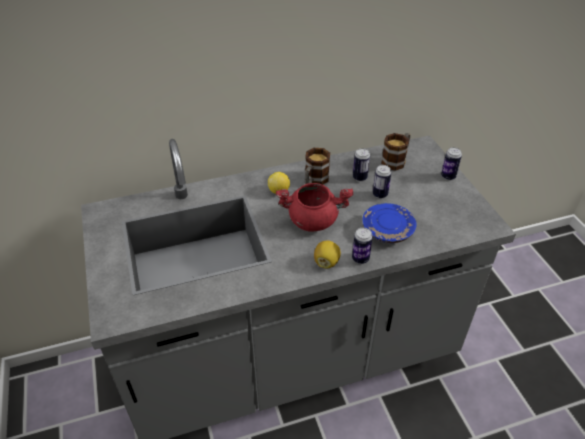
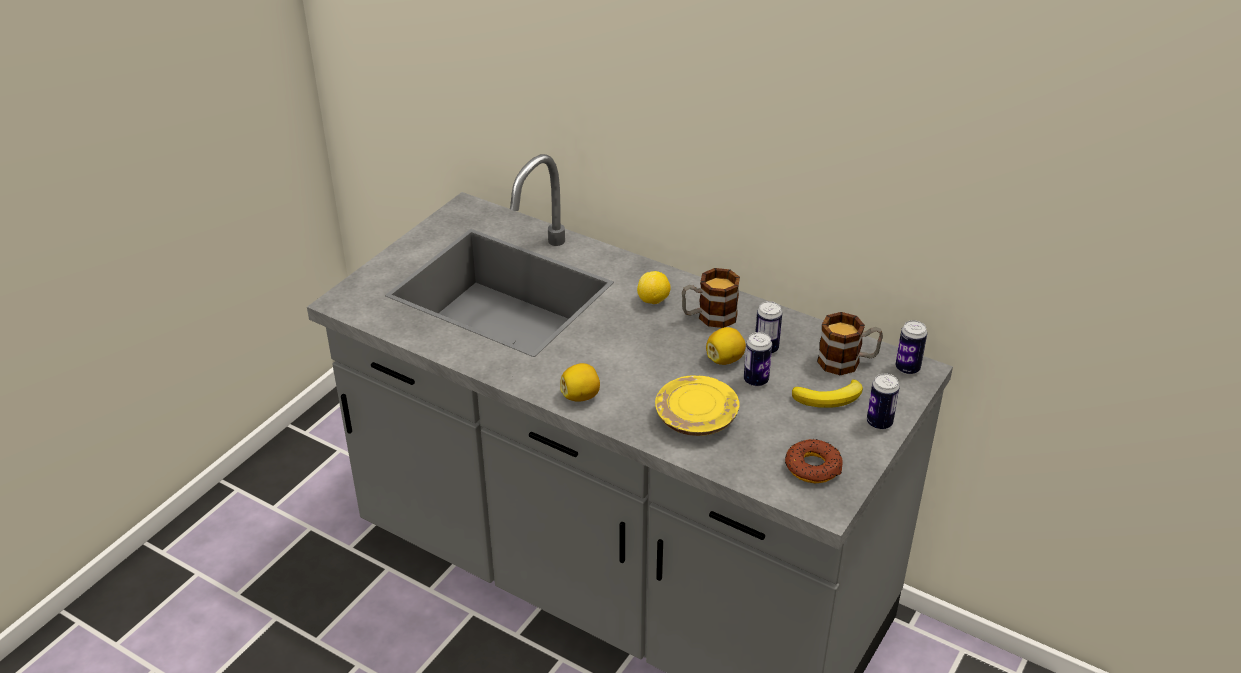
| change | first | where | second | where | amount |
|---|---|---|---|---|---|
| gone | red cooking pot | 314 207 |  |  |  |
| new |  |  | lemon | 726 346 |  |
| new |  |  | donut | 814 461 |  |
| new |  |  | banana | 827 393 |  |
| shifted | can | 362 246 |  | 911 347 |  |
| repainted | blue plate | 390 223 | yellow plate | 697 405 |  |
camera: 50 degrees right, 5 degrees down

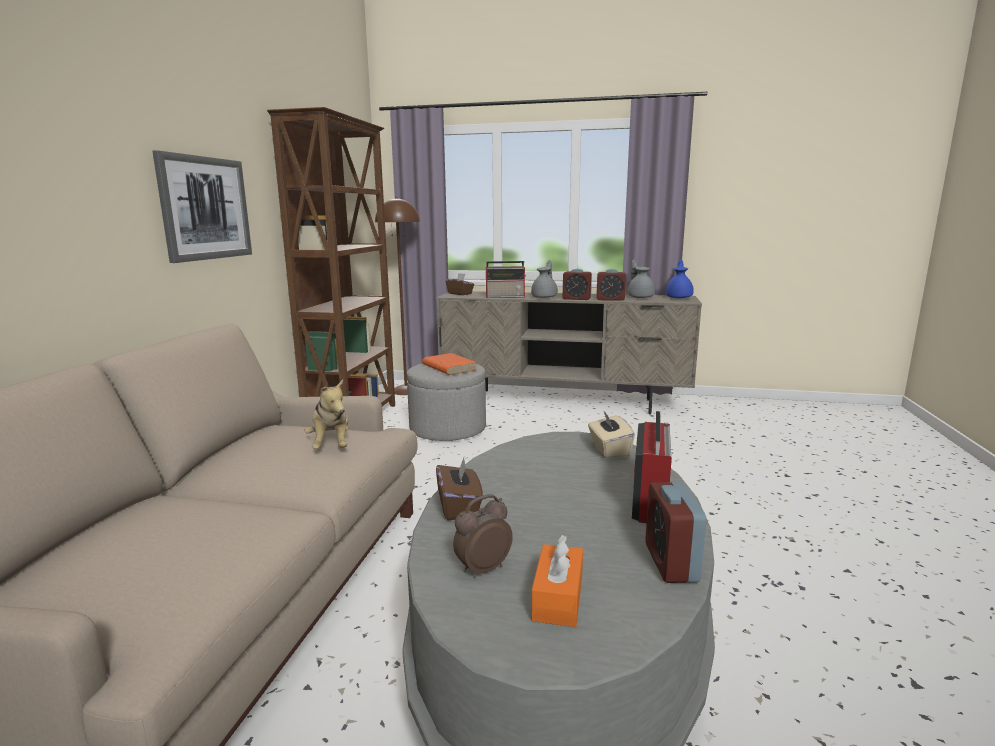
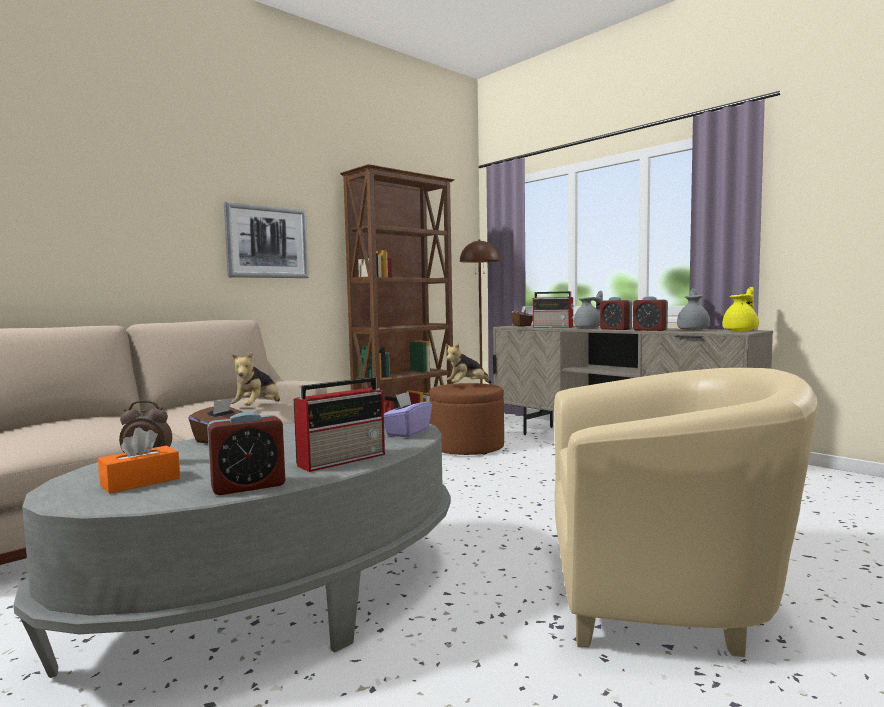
| change | first | where | second | where | amount |
|---|---|---|---|---|---|
| new |  |  | beige armchair | 686 512 |  |
| swapped | orange book | 449 364 | plush toy | 468 363 |  |
| repainted | grey ottoman | 446 402 | brown ottoman | 466 419 |  |
| repainted | beige tissue box | 611 434 | purple tissue box | 408 414 |  |
| repainted | blue teapot | 680 279 | yellow teapot | 741 309 |  |
| rotated | alarm clock | 675 532 |  | 246 453 | 150 degrees counterclockwise |
camera: 35 degrees right, 10 degrees down

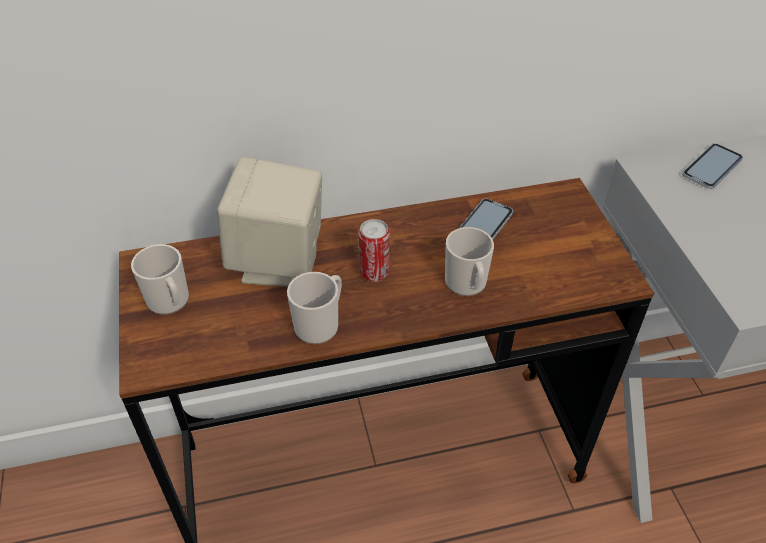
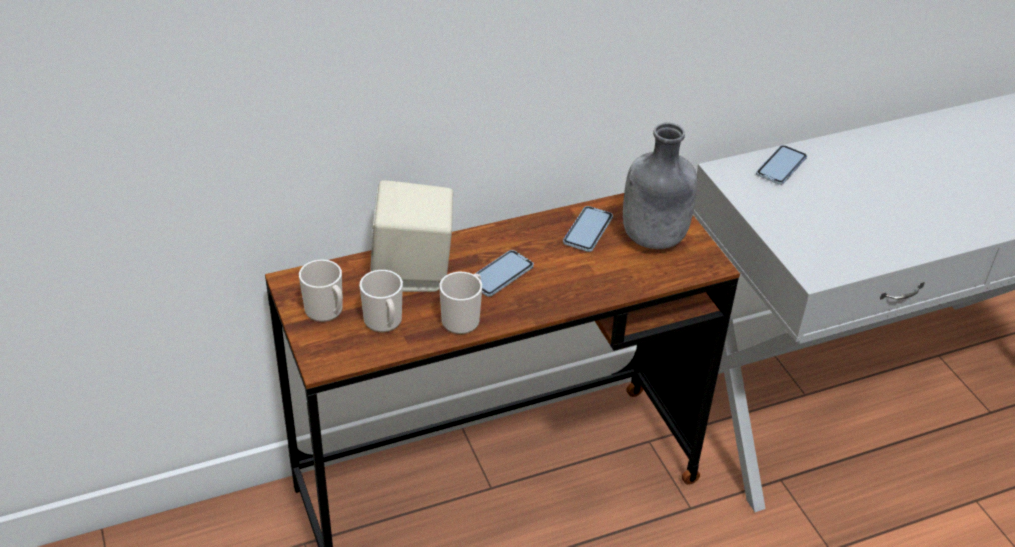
| change | first | where | second | where | amount |
|---|---|---|---|---|---|
| new |  |  | grey bottle | 660 186 |  |
| shifted | mug | 469 261 |  | 381 301 |  |
| swapped | can | 374 250 | phone | 505 273 |  |
camera: 10 degrees left, 5 degrees down

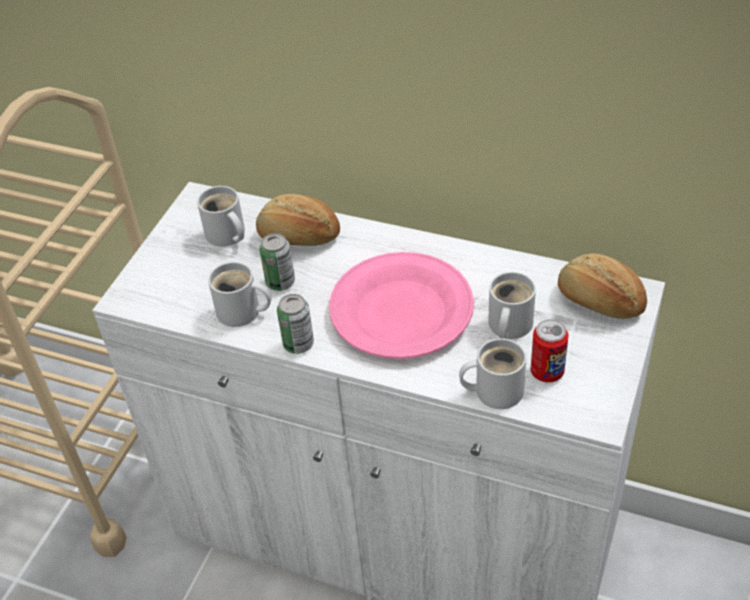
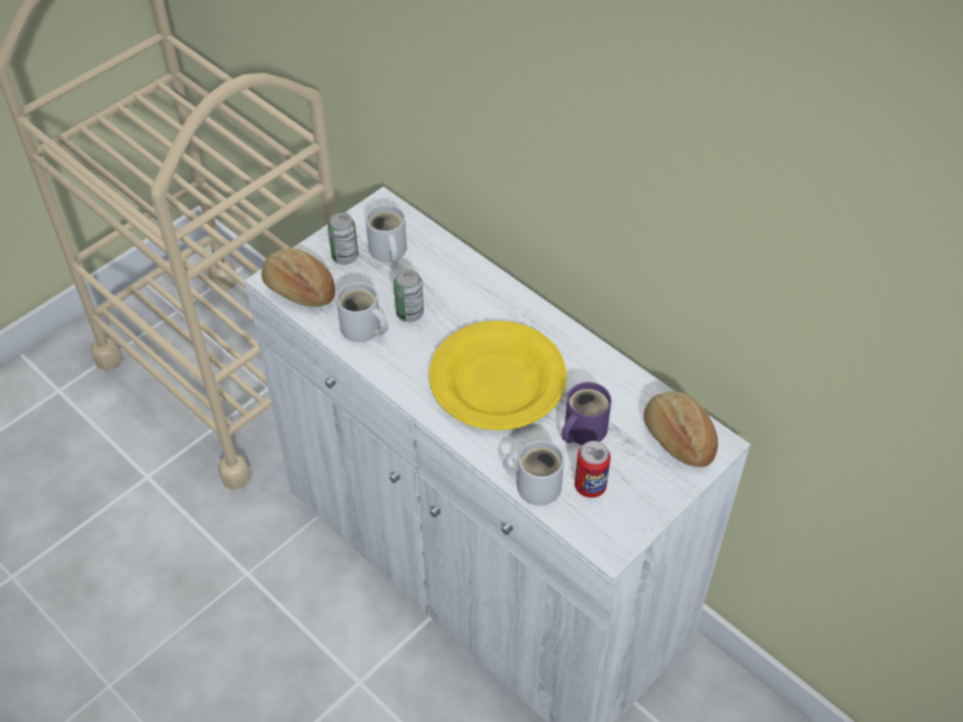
| change | first | where | second | where | amount |
|---|---|---|---|---|---|
| shifted | bread | 298 220 |  | 298 277 |  |
| shifted | can | 295 324 |  | 343 239 |  |
| repainted | pink plate | 401 305 | yellow plate | 498 375 |  |
| repainted | white mug | 512 305 | purple mug | 586 413 |  |
camera: 20 degrees right, 5 degrees up

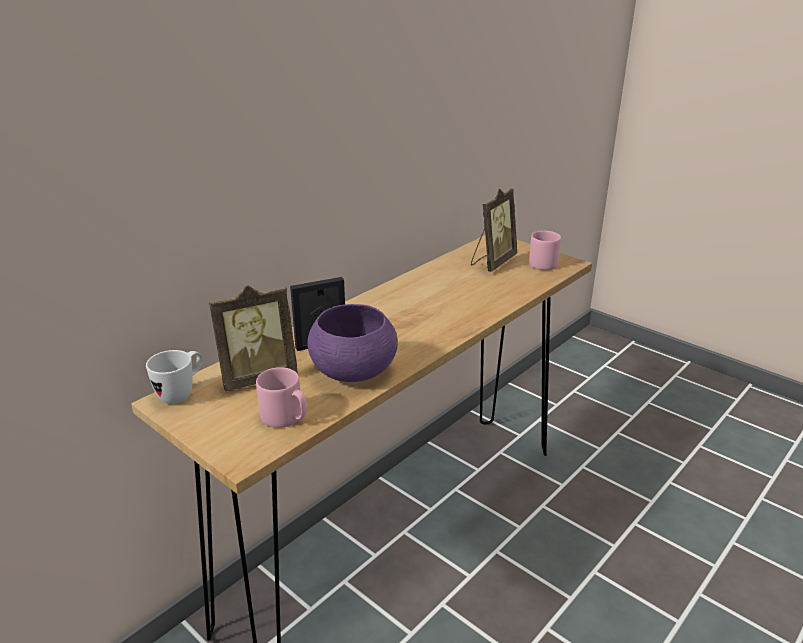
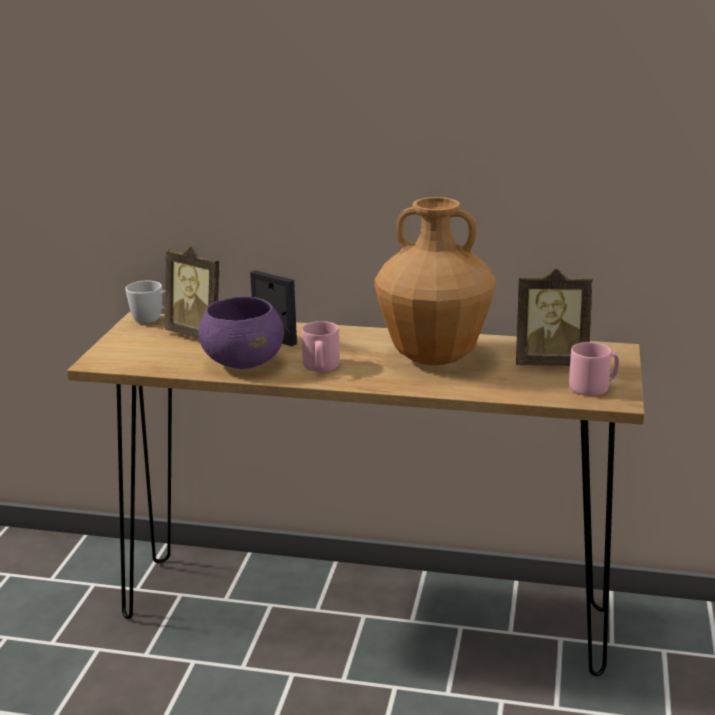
| change | first | where | second | where | amount |
|---|---|---|---|---|---|
| new |  |  | brown vase | 435 281 |  |
| shifted | pink mug | 281 397 |  | 320 346 |  |
camera: 60 degrees right, 5 degrees down

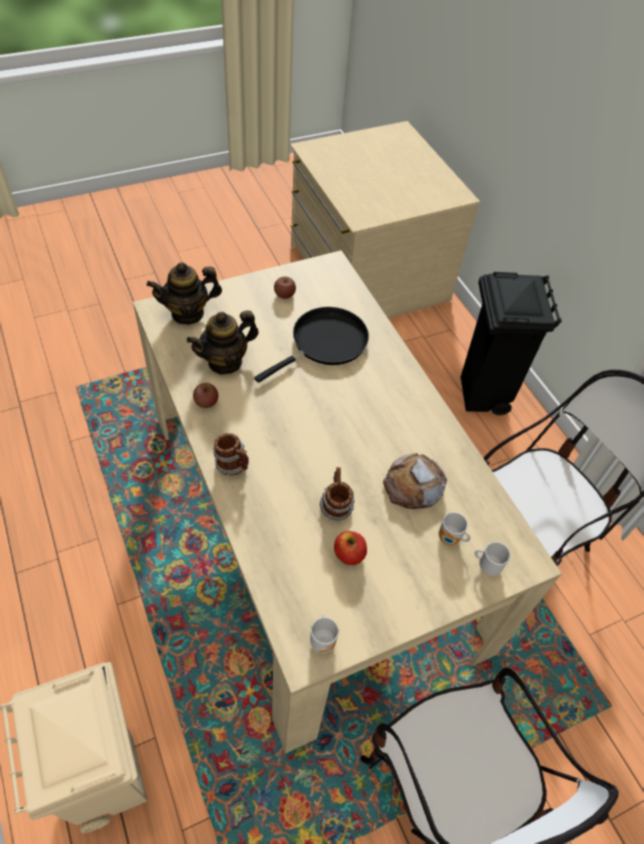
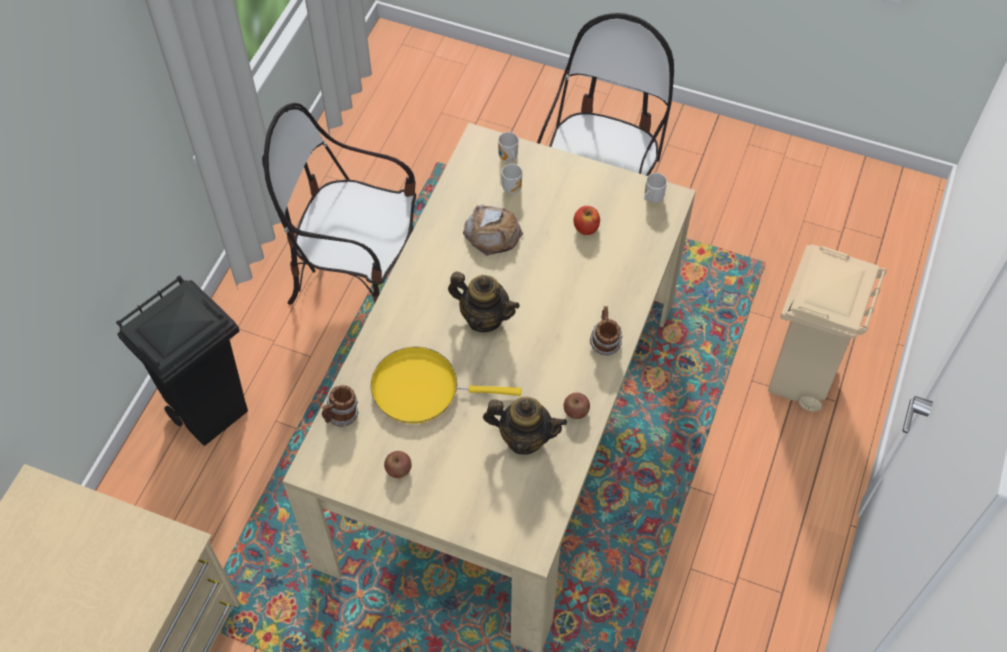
| change | first | where | second | where | amount |
|---|---|---|---|---|---|
| shifted | teapot | 184 293 |  | 484 301 |  |
| shifted | mug | 337 494 |  | 340 406 |  |
| repainted | black frying pan | 311 345 | yellow frying pan | 446 385 |  |
camera: 130 degrees left, 5 degrees up

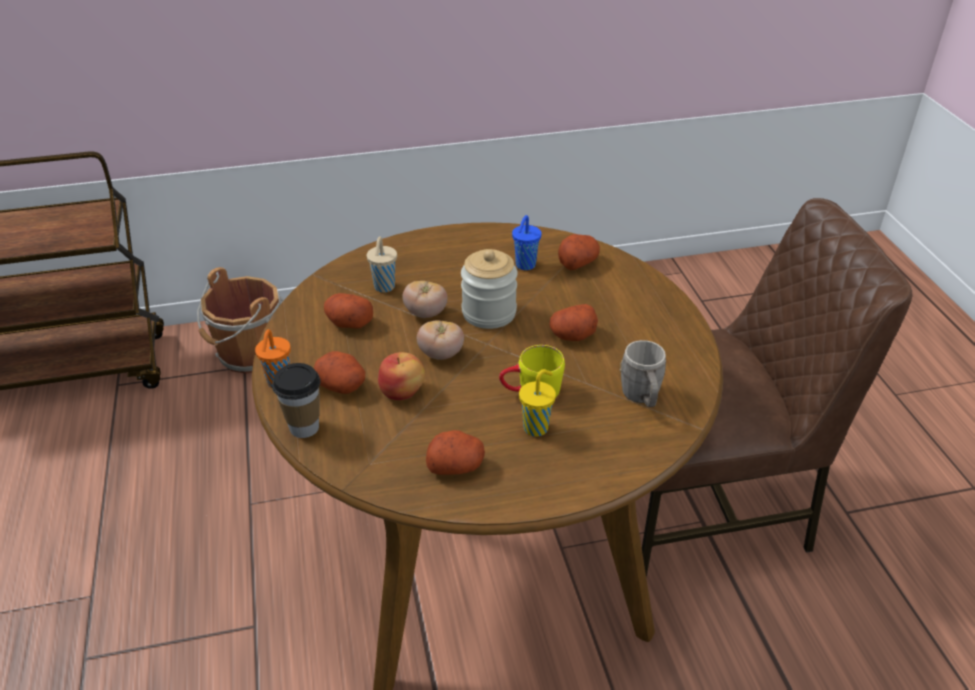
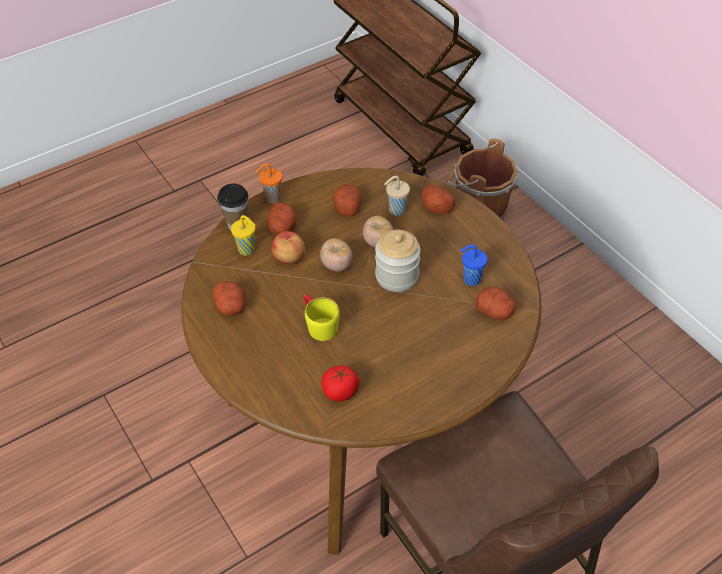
| change | first | where | second | where | amount |
|---|---|---|---|---|---|
| shifted | yellow cup | 537 403 |  | 243 235 |  |
| shifted | potato | 574 322 |  | 438 200 |  |
| swapped | grey mug | 643 373 | tomato | 340 383 |  |
camera: 70 degrees right, 10 degrees up

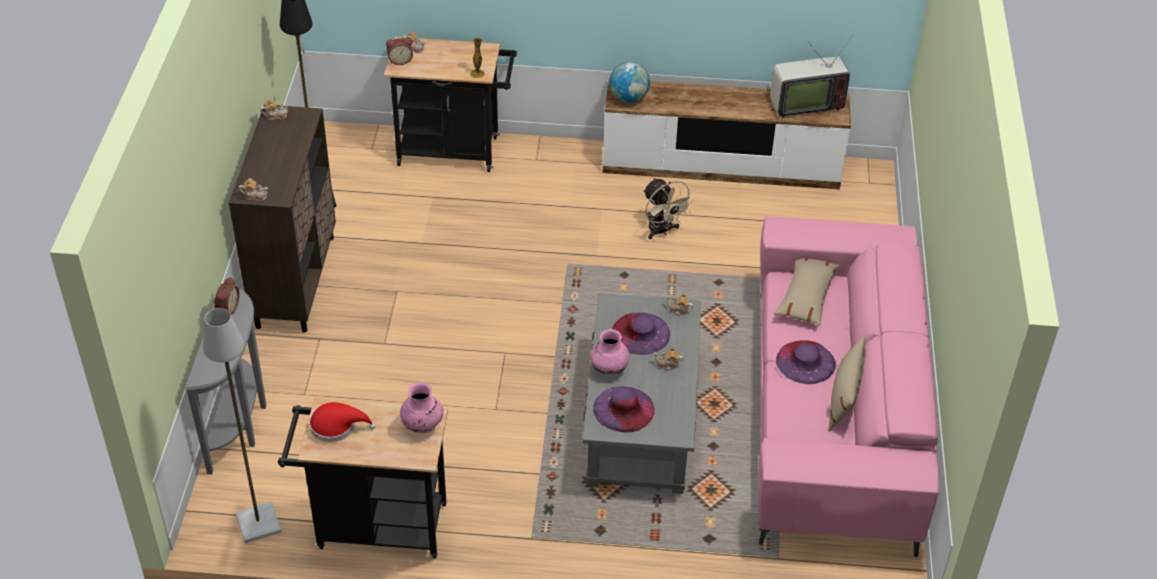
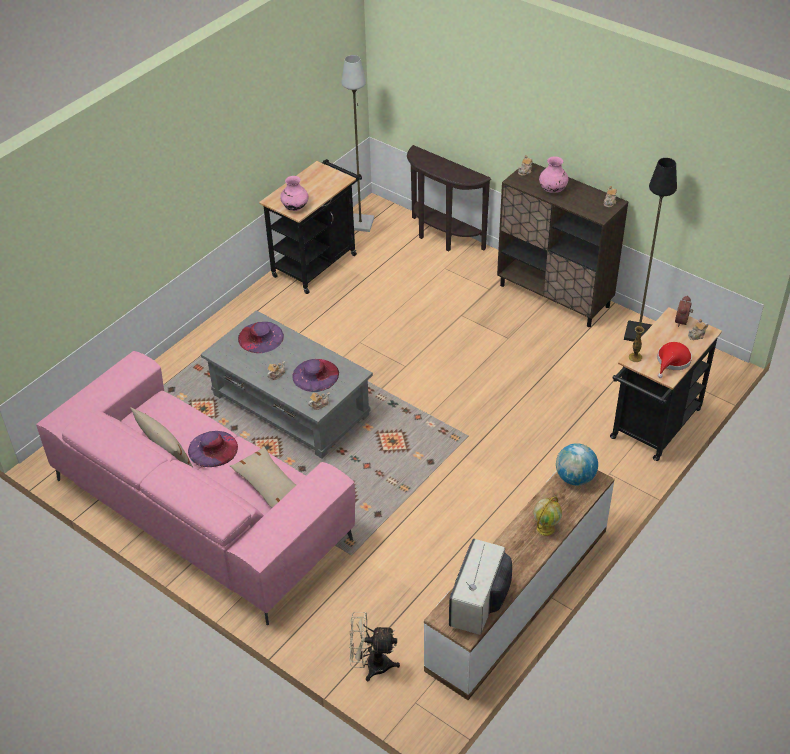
| change | first | where | second | where | amount |
|---|---|---|---|---|---|
| gone | alarm clock | 226 296 |  |  |  |
| new |  |  | globe | 548 516 |  |
| shifted | red hat | 342 422 |  | 674 360 |  |
| shifted | pink vase | 610 351 |  | 553 174 |  |
| shifted | beige fan | 669 208 |  | 374 647 |  |
| repainted | grey console table | 226 381 | brown console table | 449 198 |  |
camera: 125 degrees right, 0 degrees up

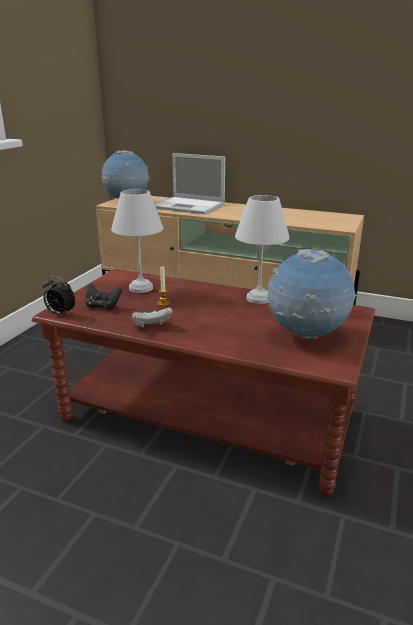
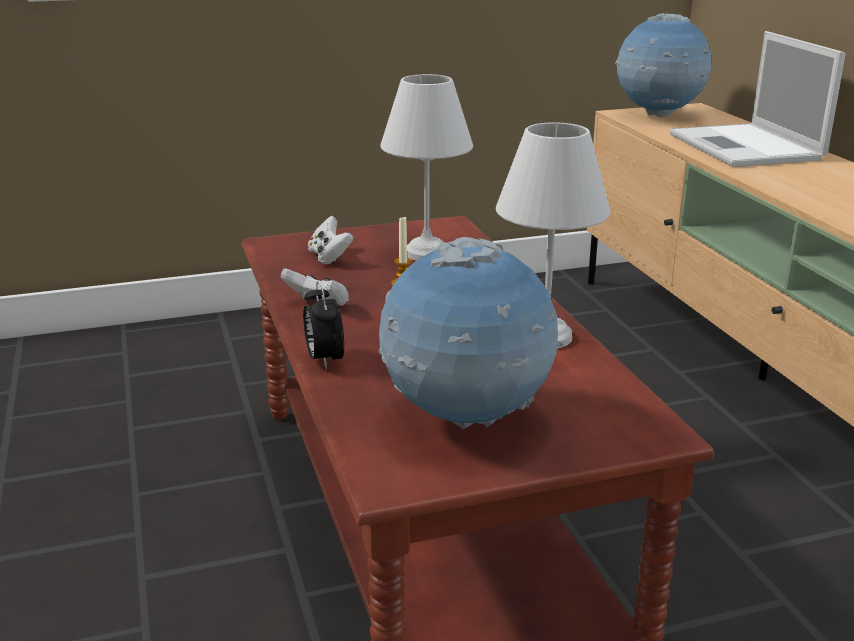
| change | first | where | second | where | amount |
|---|---|---|---|---|---|
| shifted | alarm clock | 59 296 |  | 323 325 |  |
| repainted | black game controller | 104 297 | white game controller | 331 240 |  |
camera: 50 degrees right, 0 degrees up

